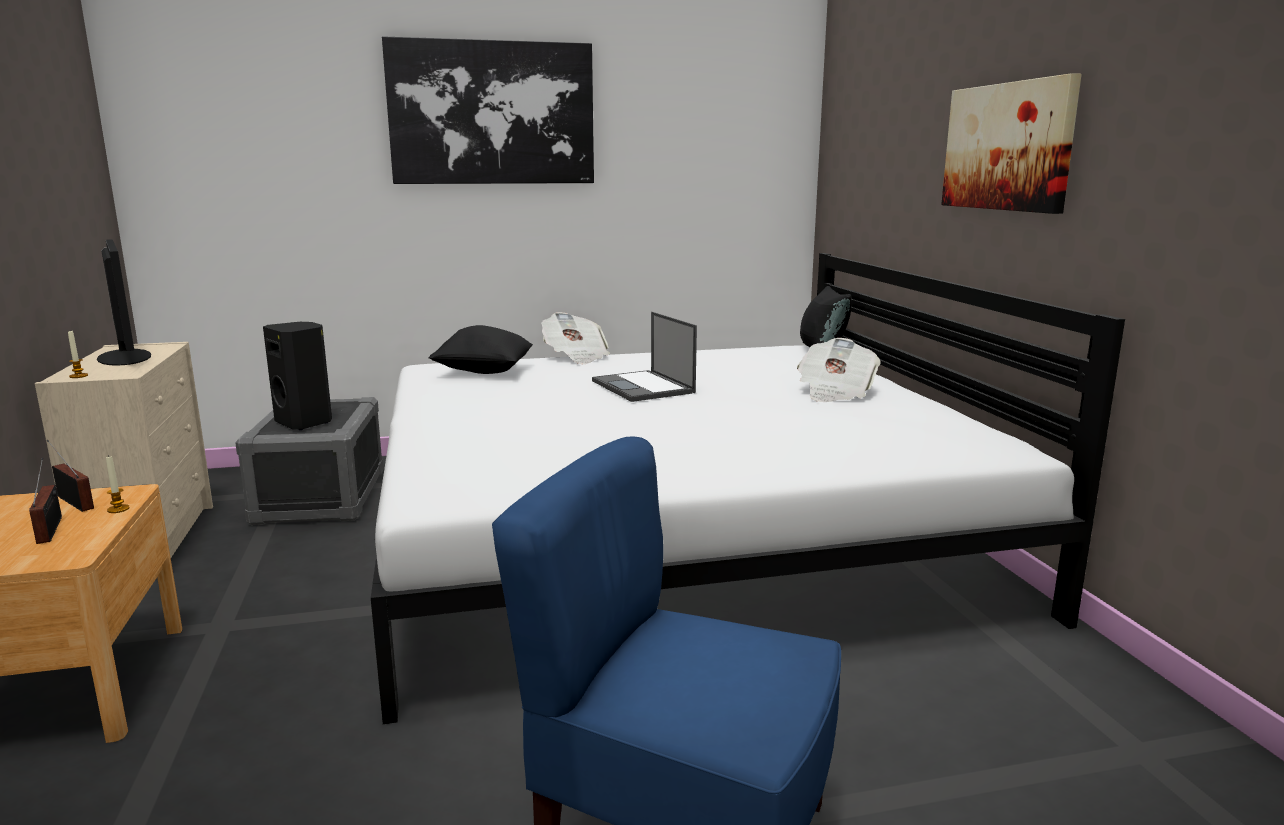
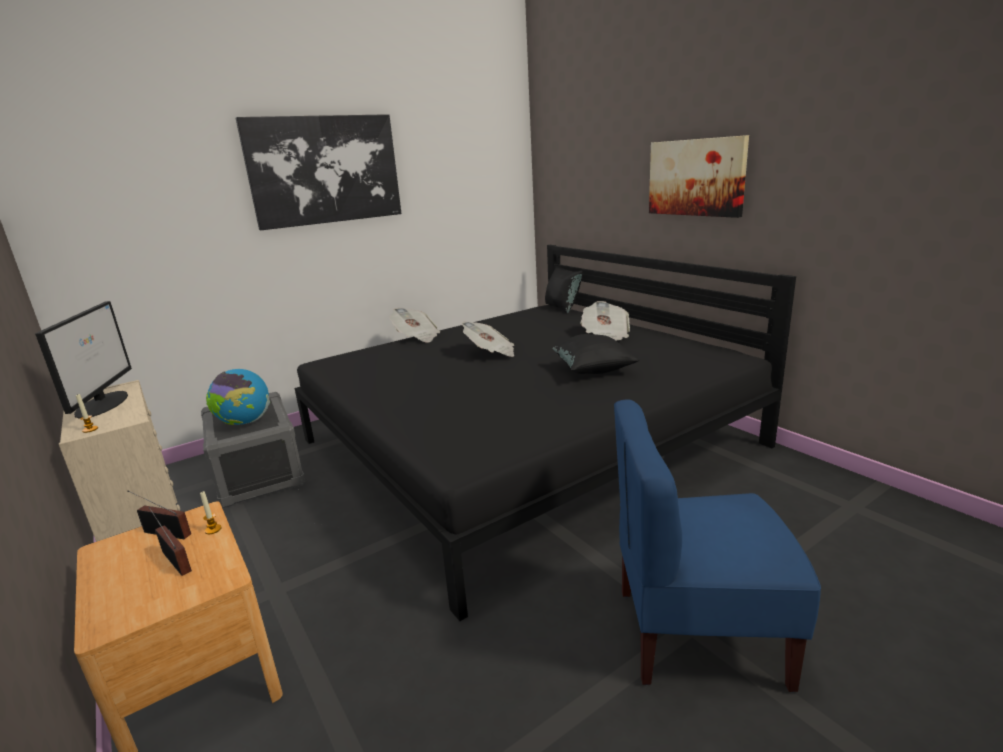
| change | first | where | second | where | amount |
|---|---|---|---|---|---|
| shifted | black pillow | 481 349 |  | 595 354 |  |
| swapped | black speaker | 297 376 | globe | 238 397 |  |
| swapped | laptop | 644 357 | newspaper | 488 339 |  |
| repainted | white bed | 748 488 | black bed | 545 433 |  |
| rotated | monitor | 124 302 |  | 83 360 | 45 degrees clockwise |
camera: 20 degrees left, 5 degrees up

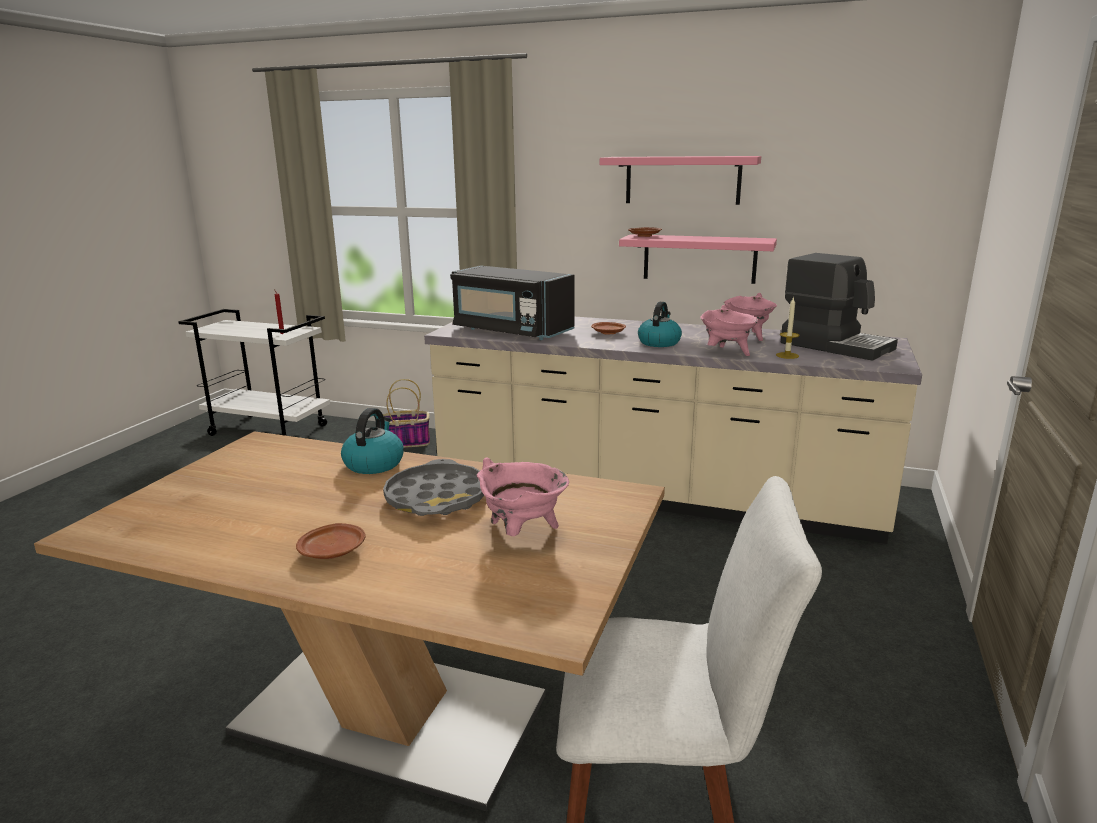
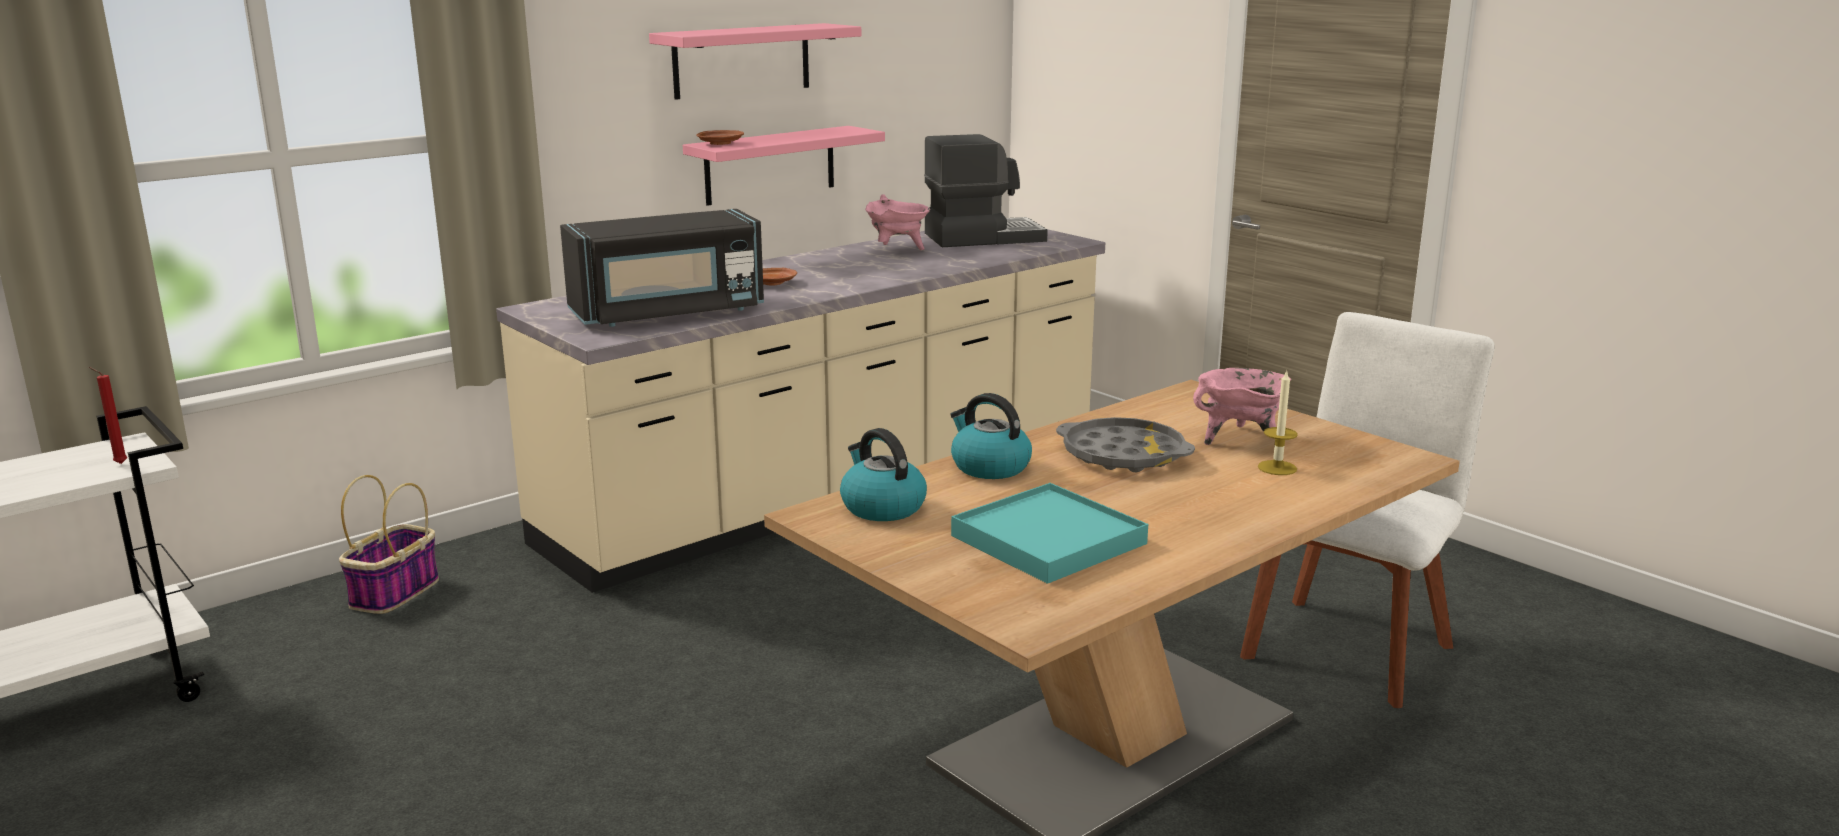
| change | first | where | second | where | amount |
|---|---|---|---|---|---|
| gone | brown plate | 331 541 |  |  |  |
| gone | pink cooking pot | 729 330 |  |  |  |
| new |  |  | turquoise tray | 1049 533 |  |
| shifted | kettle | 660 324 |  | 883 474 |  |
| shifted | candle | 788 328 |  | 1278 422 |  |
camera: 60 degrees left, 0 degrees up

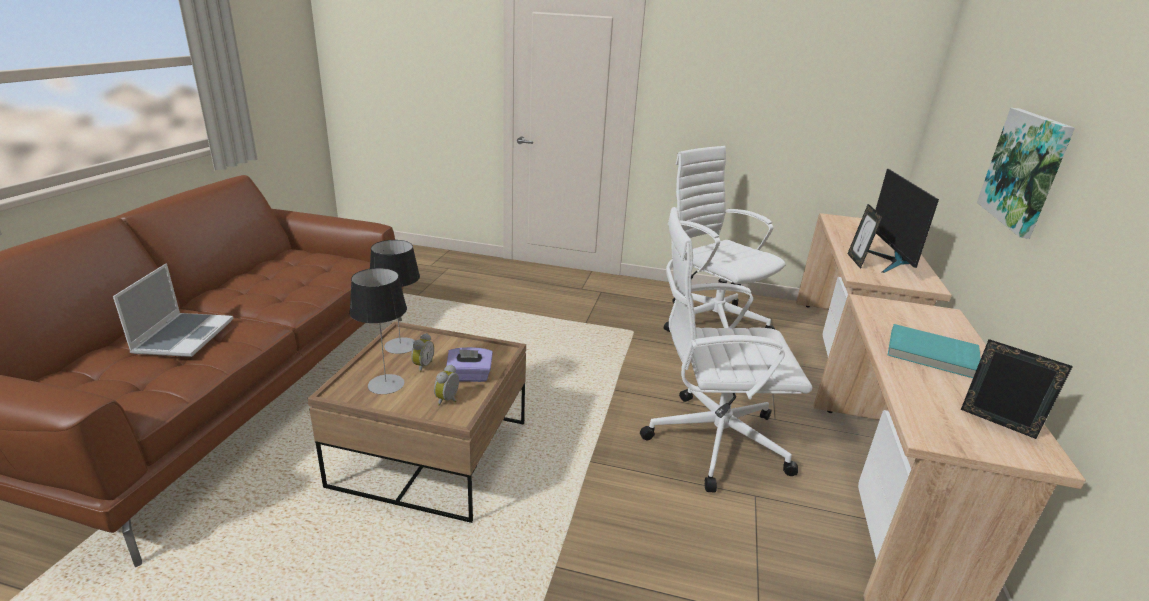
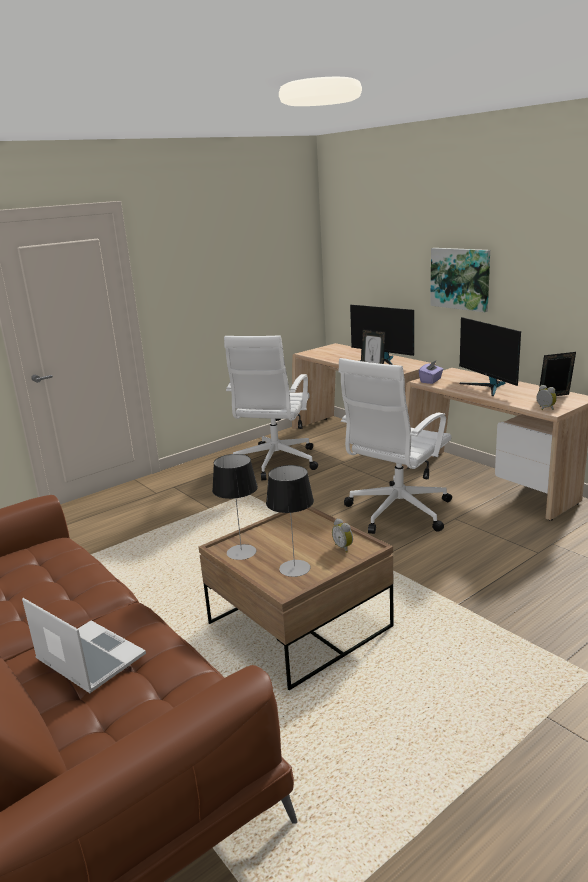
| change | first | where | second | where | amount |
|---|---|---|---|---|---|
| shifted | alarm clock | 422 352 |  | 546 397 |  |
| shifted | purple tissue box | 469 364 |  | 431 372 |  |
| swapped | turquoise book | 934 351 | monitor | 490 356 |  |
| rotated | white office chair | 724 239 |  | 271 408 | 75 degrees counterclockwise |
camera: 50 degrees left, 5 degrees down

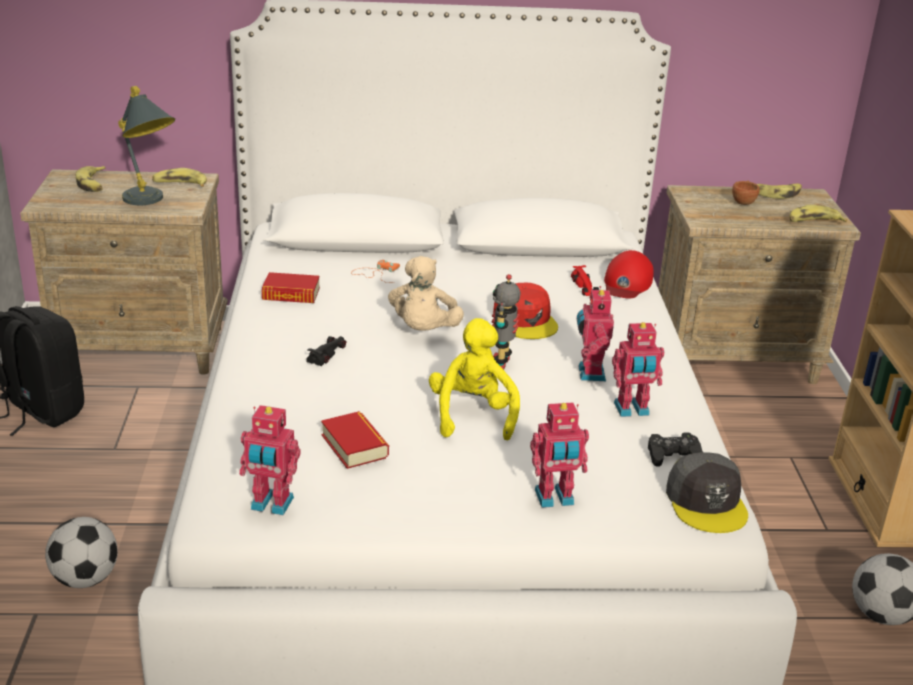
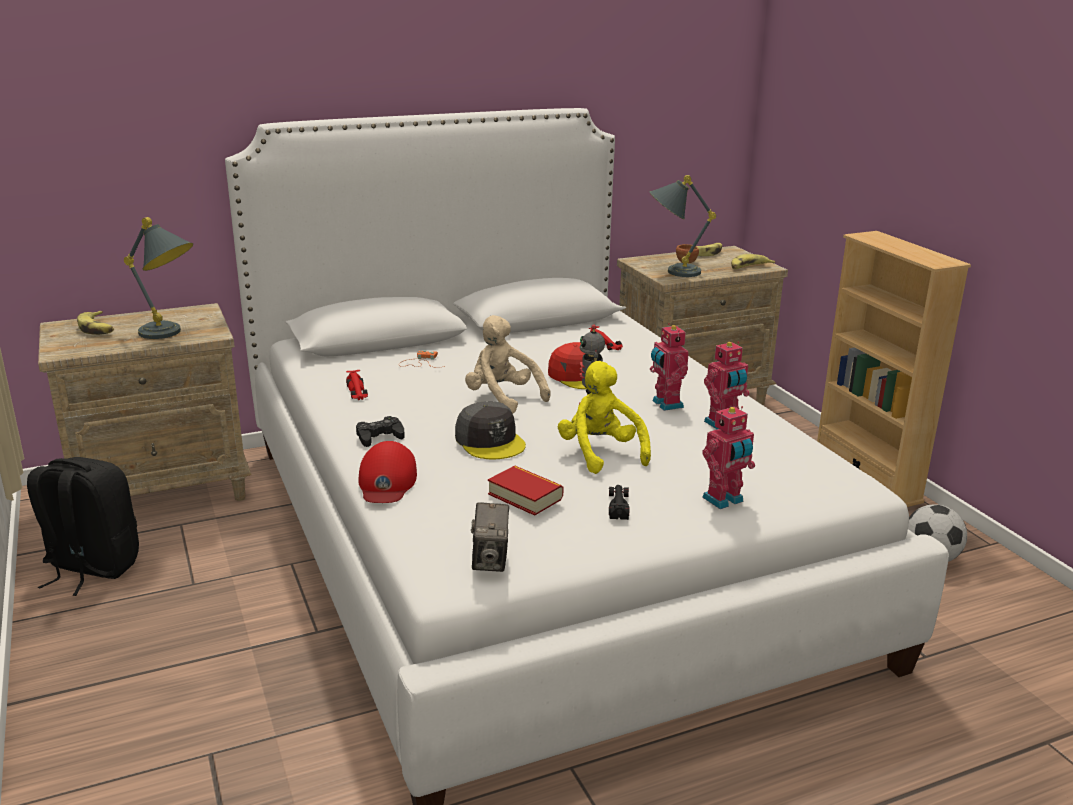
| change | first | where | second | where | amount |
|---|---|---|---|---|---|
| gone | football | 81 552 |  |  |  |
| gone | banana | 179 177 |  |  |  |
| new |  |  | grey table lamp | 682 226 |  |
| shifted | black toy car | 326 351 |  | 619 502 |  |
| shifted | red cap | 629 274 |  | 387 472 |  |
| shifted | black game controller | 675 449 |  | 380 431 |  |
| shifted | grey cap | 707 492 |  | 490 430 |  |
| swapped | toy robot | 270 460 | photo camera | 490 537 |  |
| swapped | book | 291 287 | red toy car | 357 385 |  |
| rotated | beige plush toy | 426 293 |  | 508 364 | 150 degrees clockwise |
camera: 20 degrees left, 5 degrees down

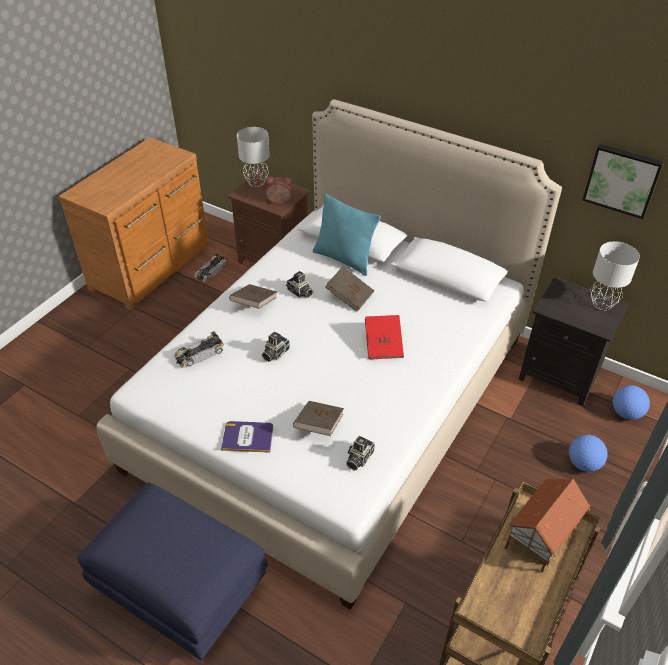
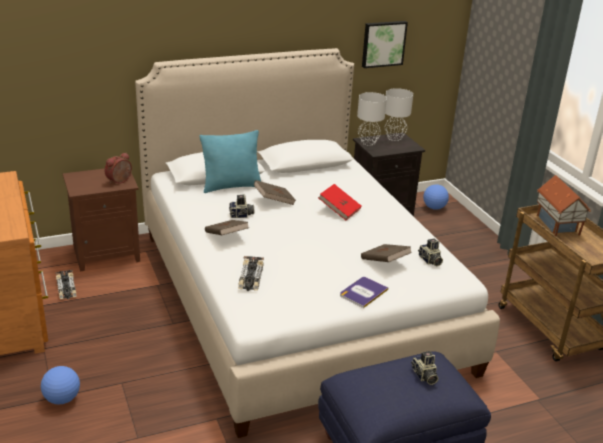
| change | first | where | second | where | amount |
|---|---|---|---|---|---|
| shifted | grey table lamp | 253 157 |  | 372 118 |  |
| shifted | photo camera | 276 347 |  | 425 368 |  |
| shifted | football | 588 453 |  | 60 385 |  |
camera: 55 degrees left, 15 degrees down

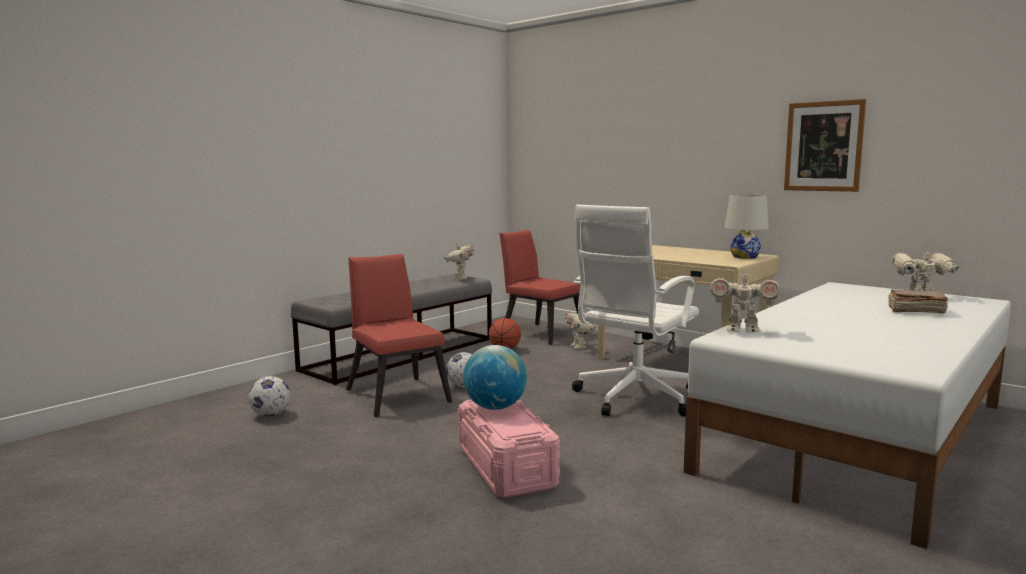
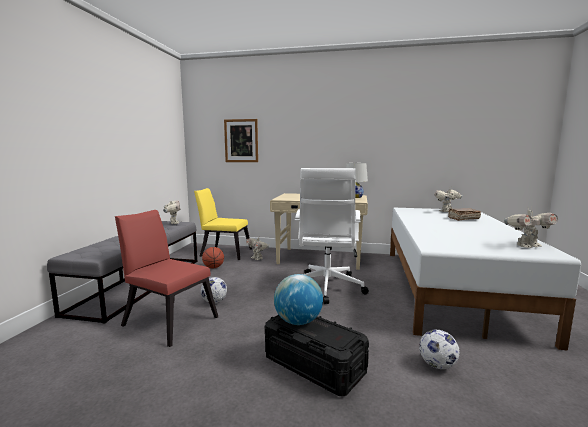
| change | first | where | second | where | amount |
|---|---|---|---|---|---|
| shifted | football | 270 396 |  | 439 349 |  |
| shifted | toy robot | 745 300 |  | 531 228 |  |
| shifted | picture | 825 145 |  | 241 140 |  |
| repainted | pink storage box | 509 449 | black storage box | 317 355 |  |
| repainted | red chair | 543 287 | yellow chair | 223 224 |  |
camera: 30 degrees left, 0 degrees up

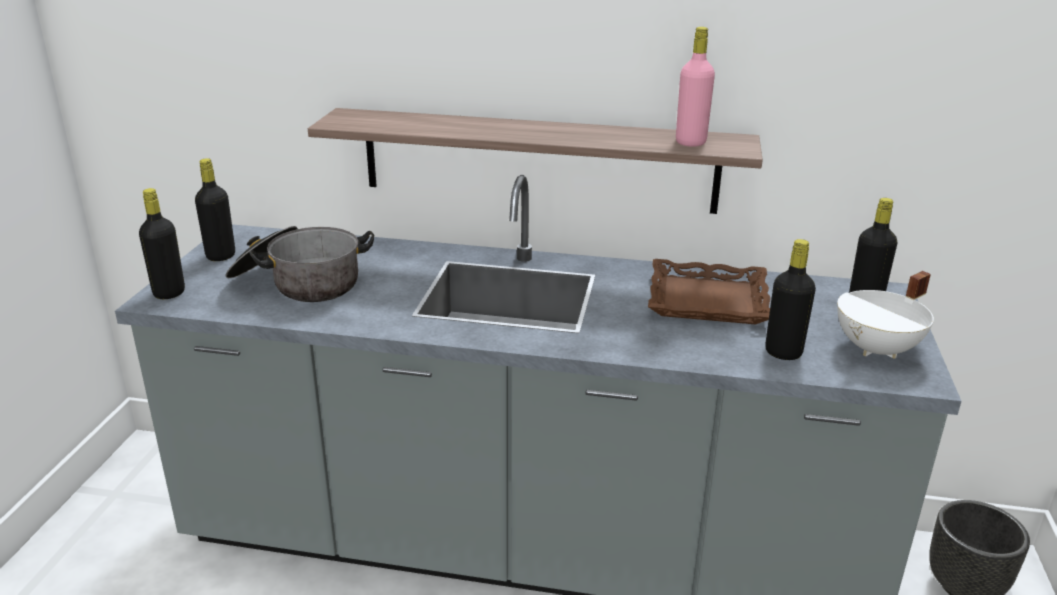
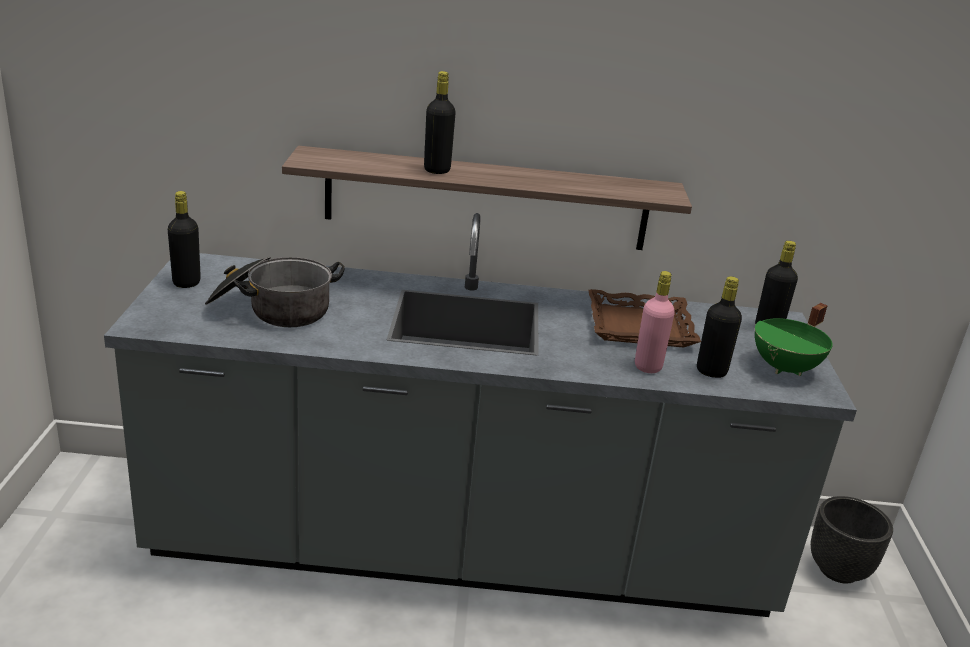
| change | first | where | second | where | amount |
|---|---|---|---|---|---|
| shifted | black bottle | 162 243 |  | 440 122 |  |
| shifted | pink bottle | 695 87 |  | 655 322 |  |
| repainted | white cooking pot | 885 315 | green cooking pot | 794 339 |  |
camera: 10 degrees left, 0 degrees up

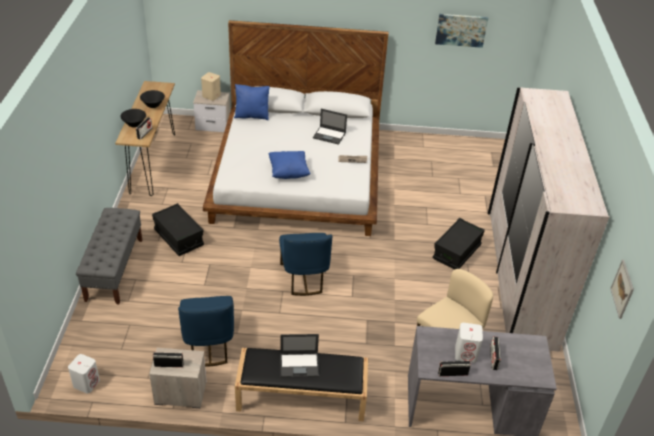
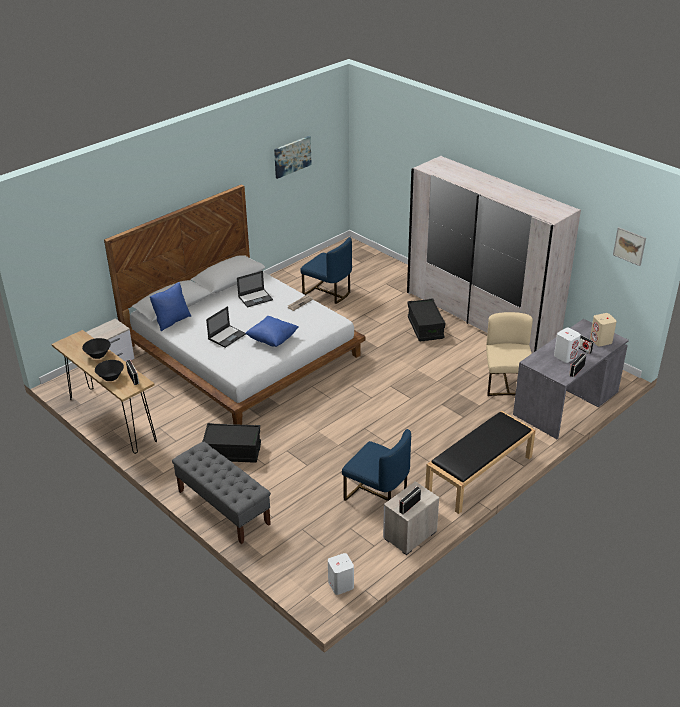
| change | first | where | second | where | amount |
|---|---|---|---|---|---|
| shifted | beige speaker | 211 86 |  | 603 329 |  |
| shifted | blue chair | 306 264 |  | 326 270 |  |
| shifted | laptop | 299 356 |  | 226 327 |  |
camera: 45 degrees left, 5 degrees down

